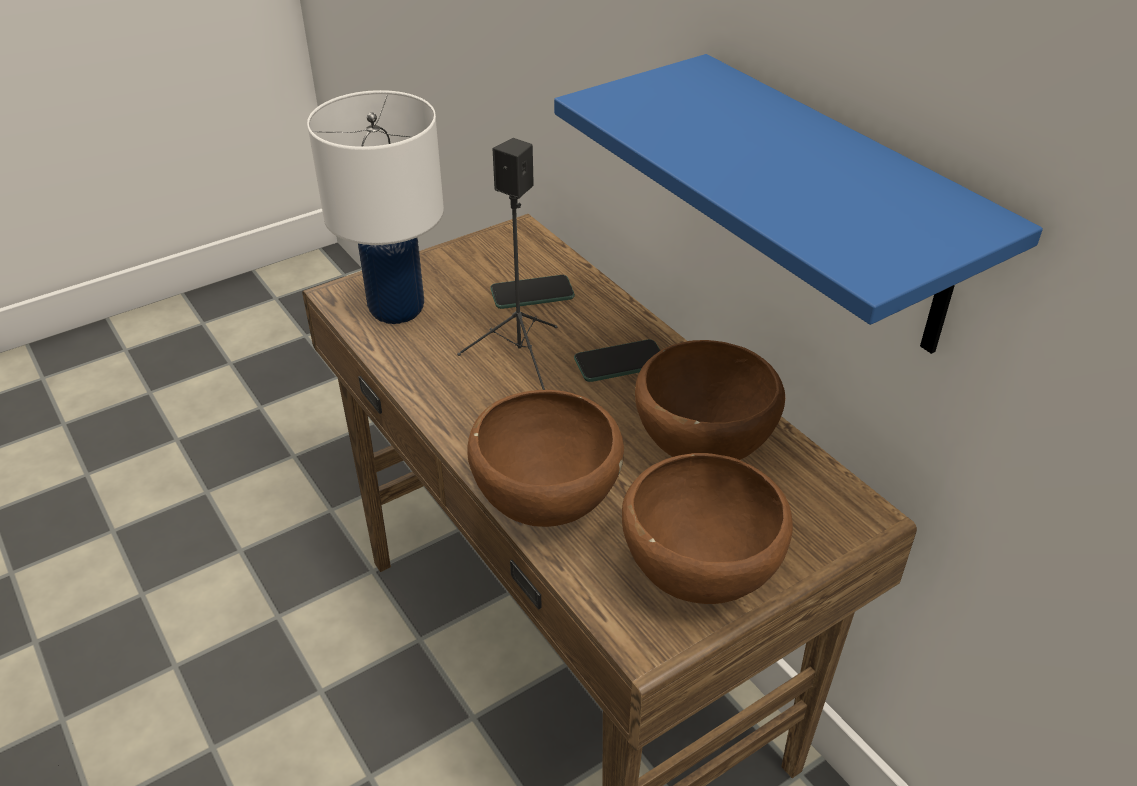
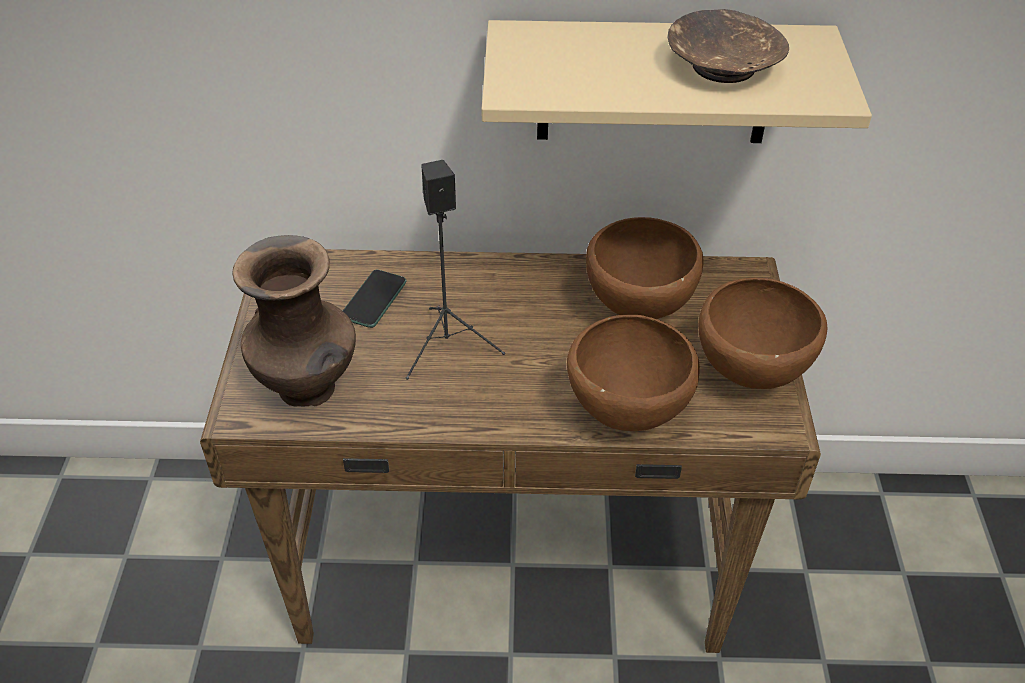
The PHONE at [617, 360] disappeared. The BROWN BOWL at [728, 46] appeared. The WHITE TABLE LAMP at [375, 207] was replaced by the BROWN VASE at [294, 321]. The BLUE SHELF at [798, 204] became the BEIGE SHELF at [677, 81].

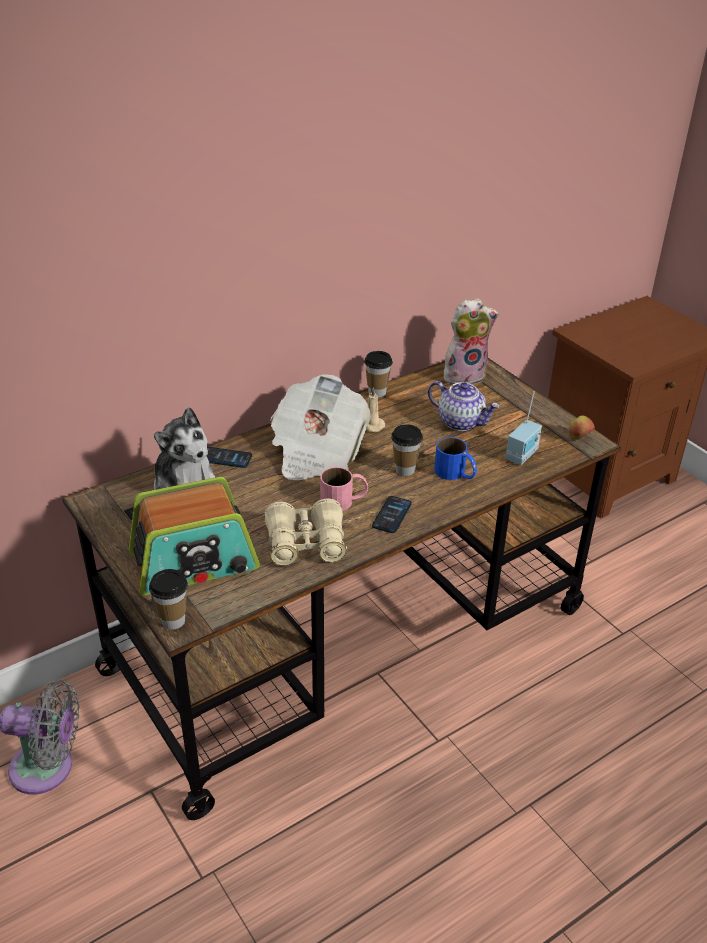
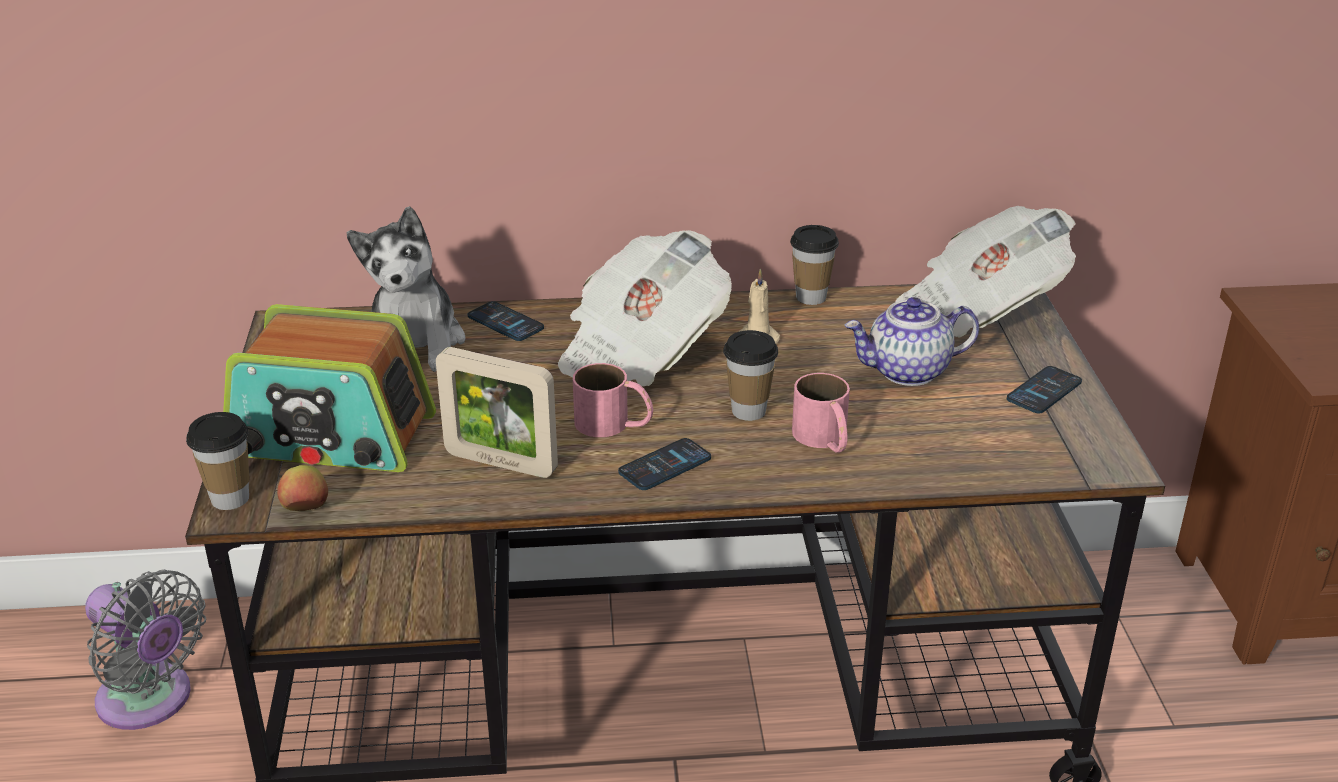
The RADIO at [523, 428] disappeared. The PHONE at [1044, 390] appeared. The APPLE moved from [582, 427] to [302, 488]. The BEIGE BINOCULARS at [305, 532] was replaced by the PICTURE FRAME at [497, 412]. The PLUSH TOY at [471, 341] was replaced by the NEWSPAPER at [985, 272]. The BLUE MUG at [455, 458] became the PINK MUG at [821, 413]. The TEAPOT at [464, 406] turned 105 degrees clockwise.

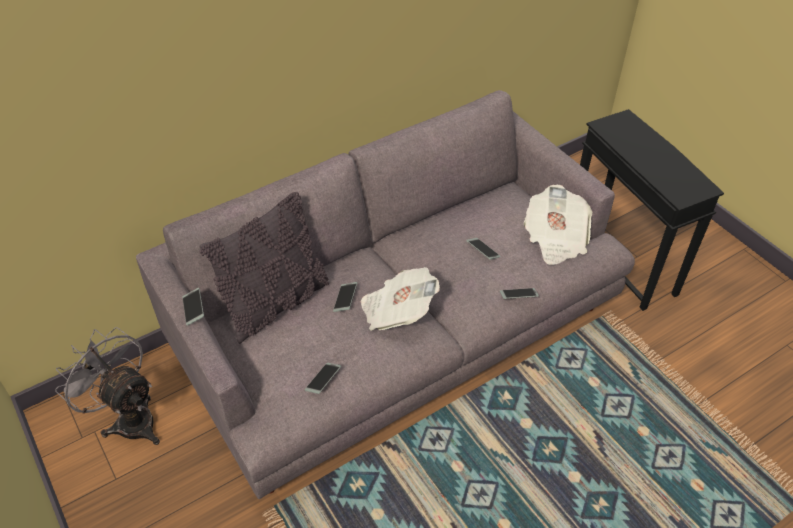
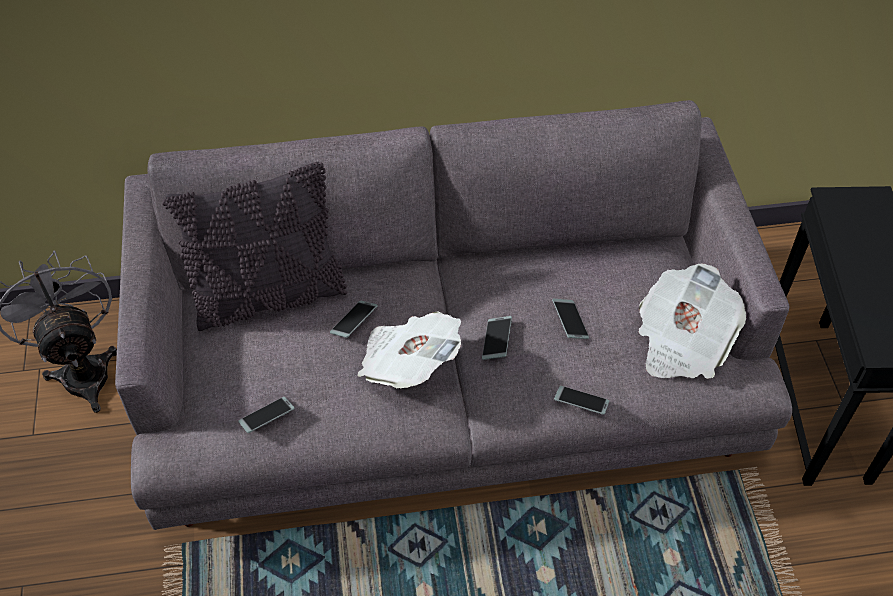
The PHONE moved from [193, 307] to [497, 338].

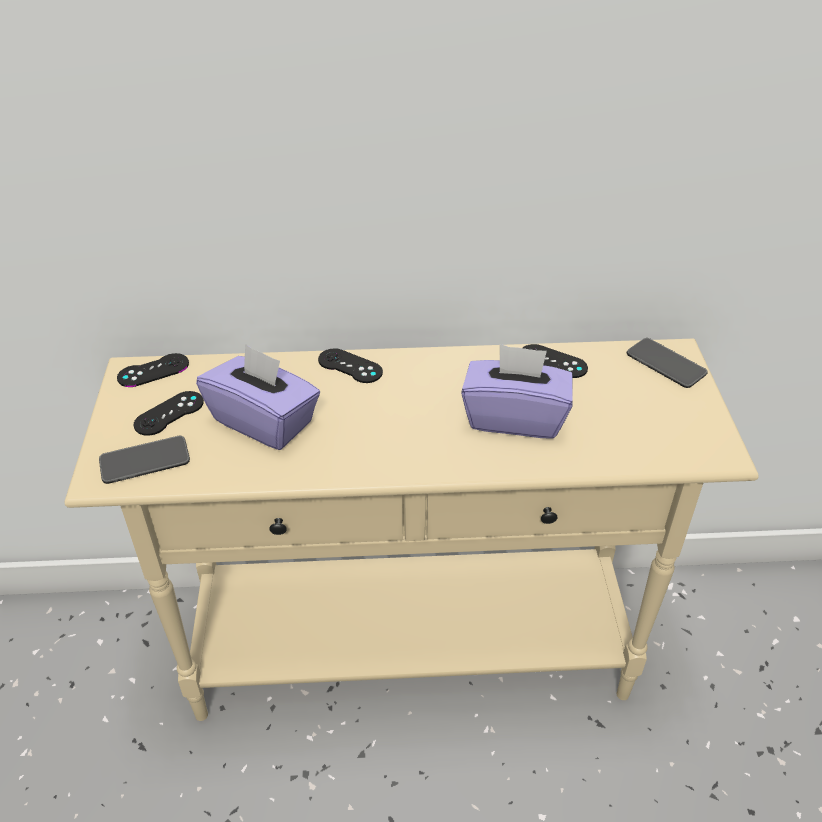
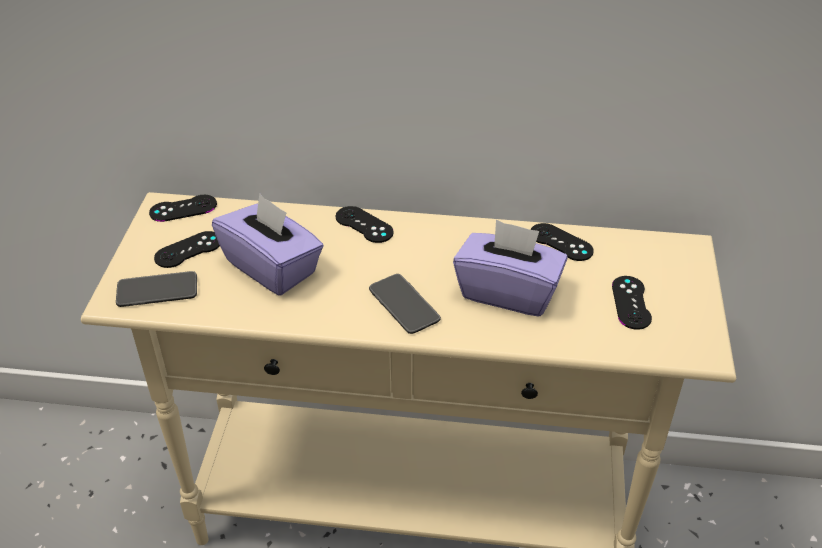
The BLACK GAME CONTROLLER at [632, 303] appeared. The PHONE moved from [667, 363] to [405, 304].

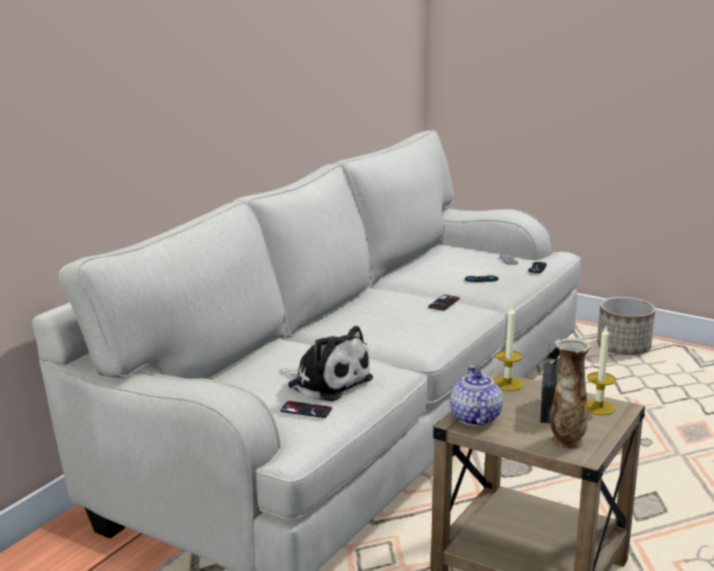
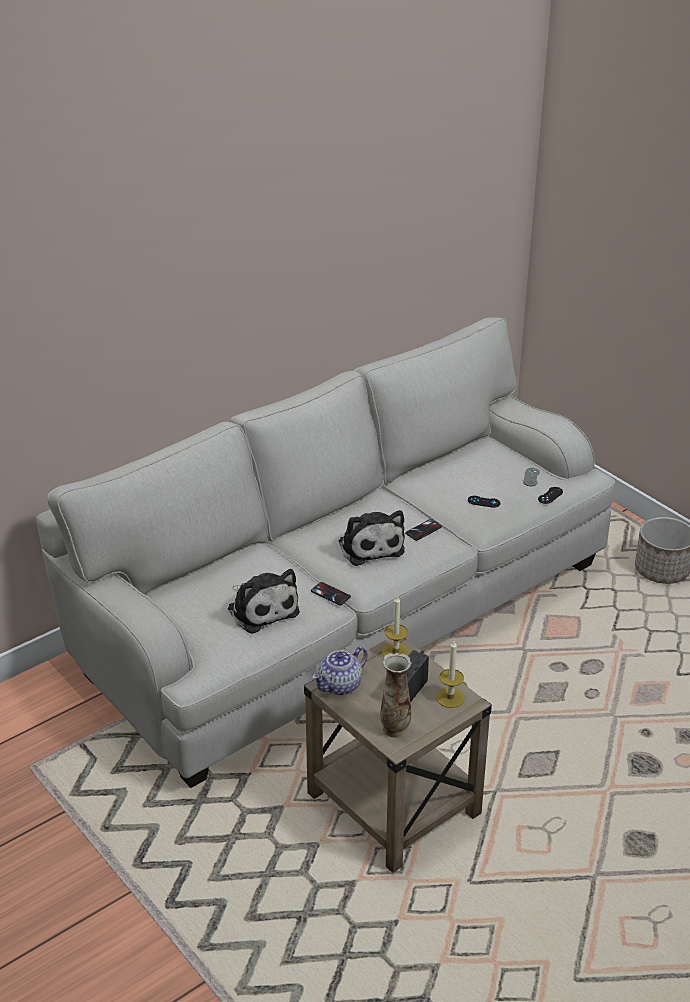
The PLUSH TOY at [372, 538] appeared. The PHONE moved from [306, 409] to [331, 593]. The TEAPOT at [476, 396] turned 150 degrees counterclockwise.

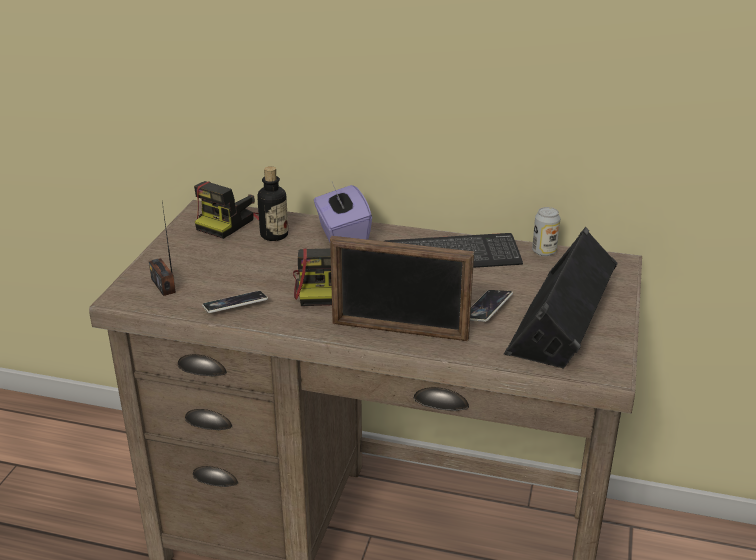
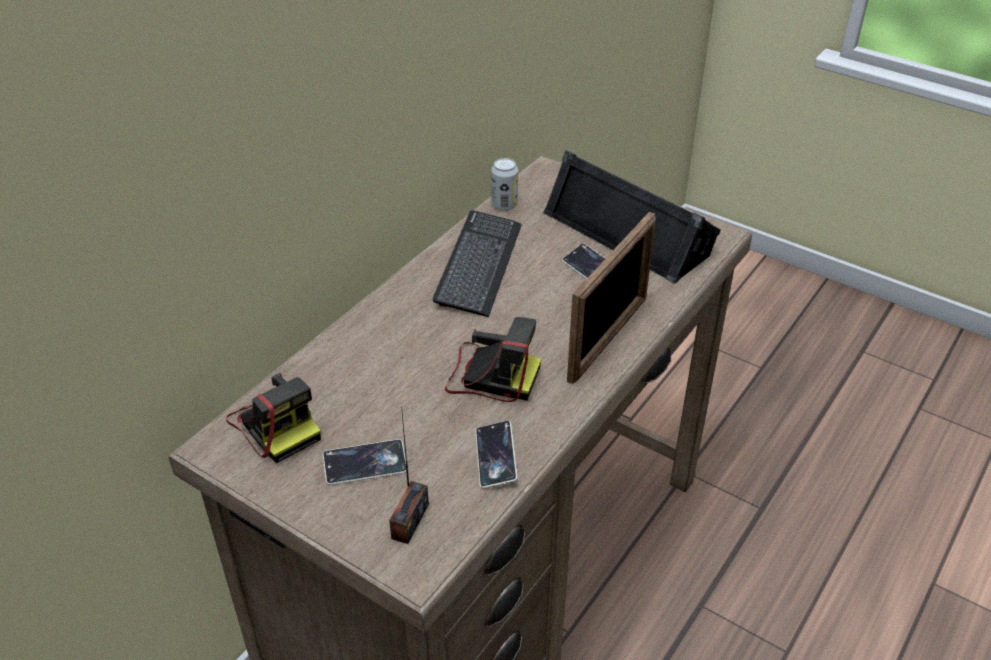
The BOTTLE at [272, 203] disappeared. The PURPLE TISSUE BOX at [343, 212] disappeared. The PHONE at [364, 462] appeared. The RADIO at [162, 249] turned 60 degrees counterclockwise.

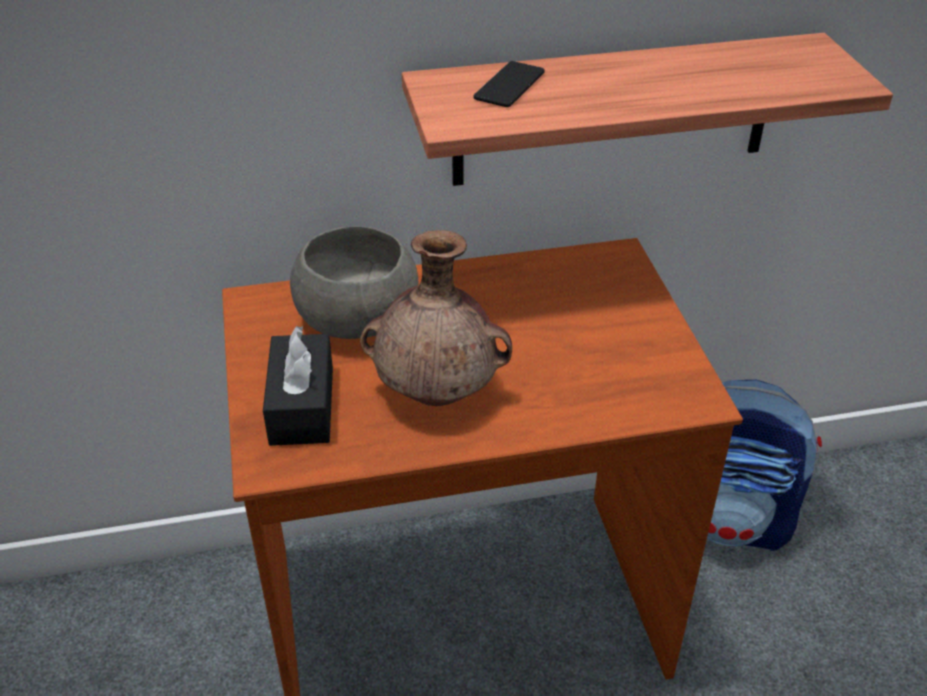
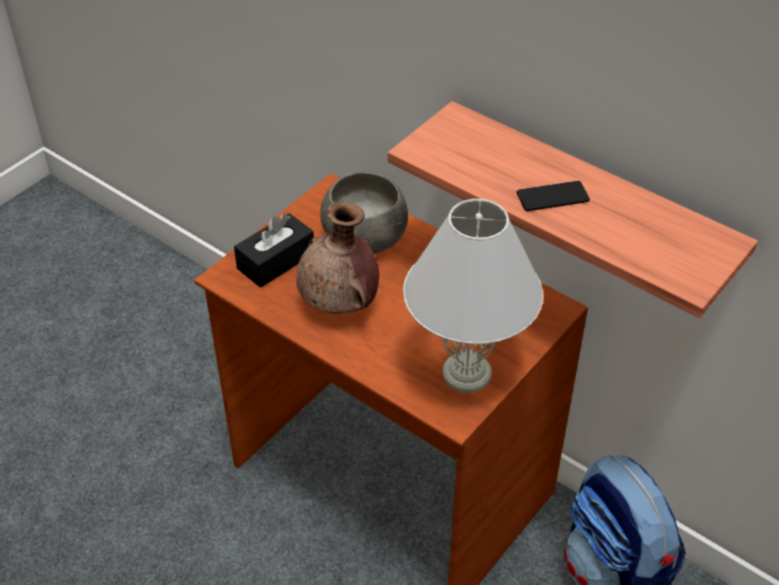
The WHITE TABLE LAMP at [473, 296] appeared. The PHONE moved from [509, 84] to [553, 196].

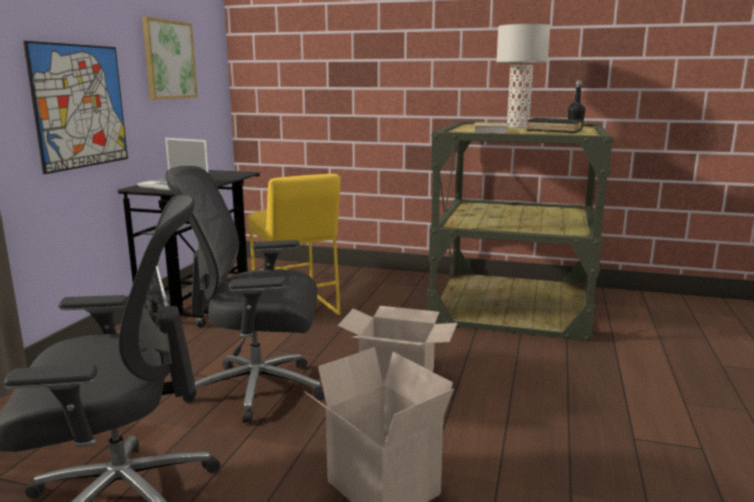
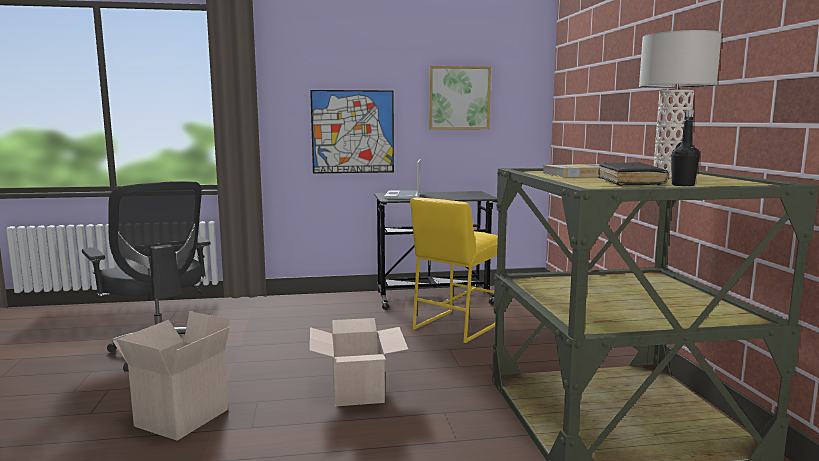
The OFFICE CHAIR at [245, 294] disappeared.

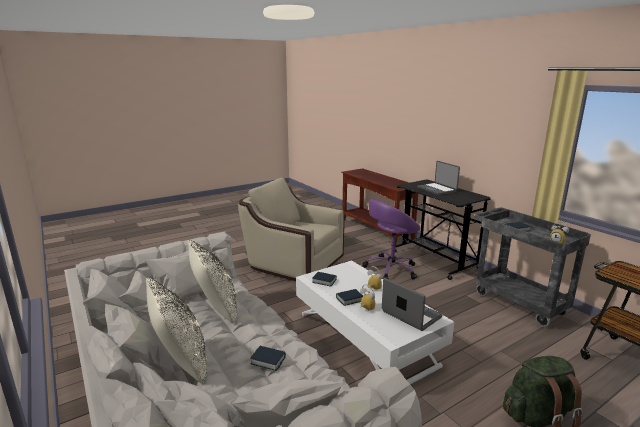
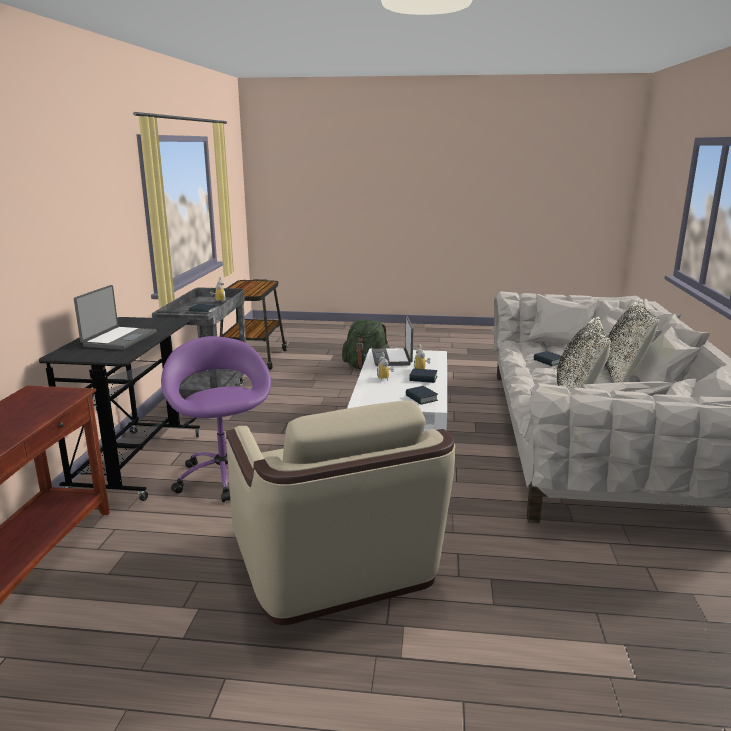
The PURPLE OFFICE CHAIR at [391, 240] turned 120 degrees counterclockwise.

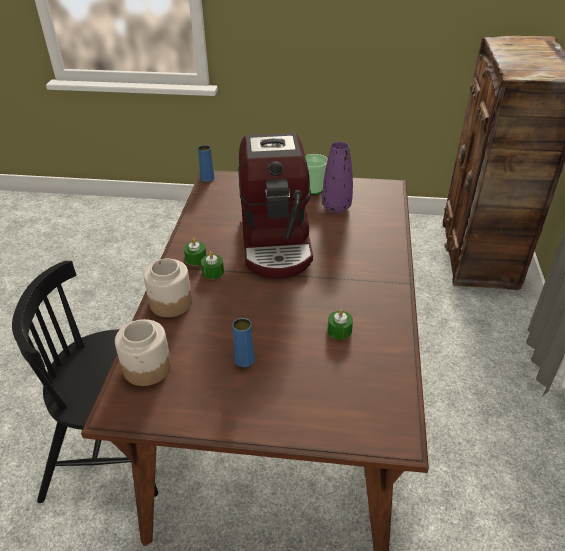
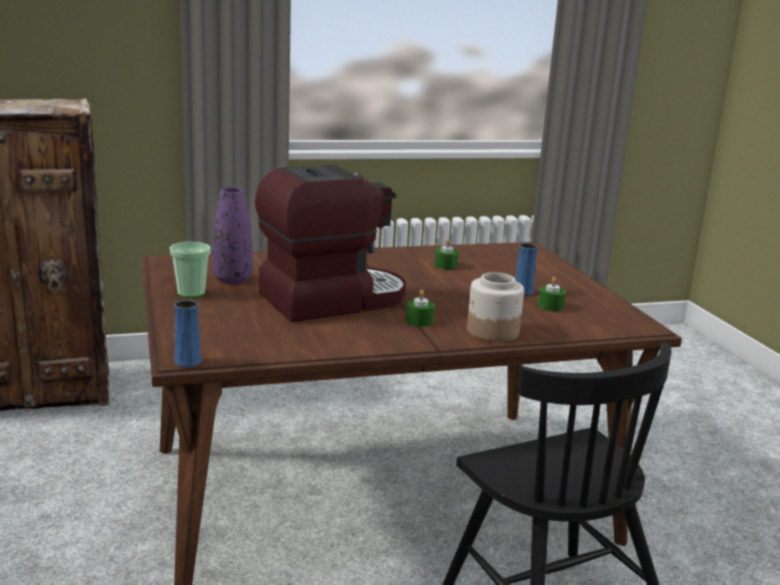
The JAR at [143, 352] disappeared. The GREEN CANDLE moved from [195, 252] to [552, 294].

